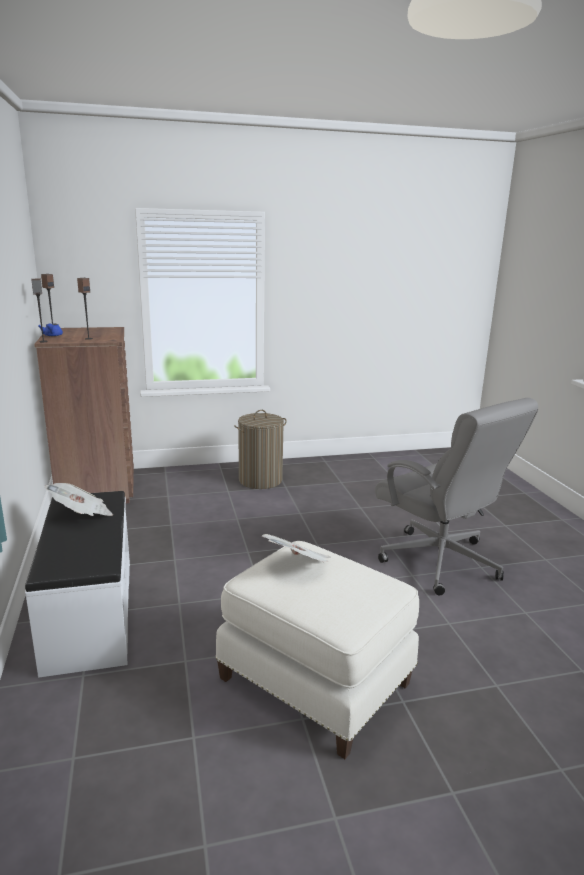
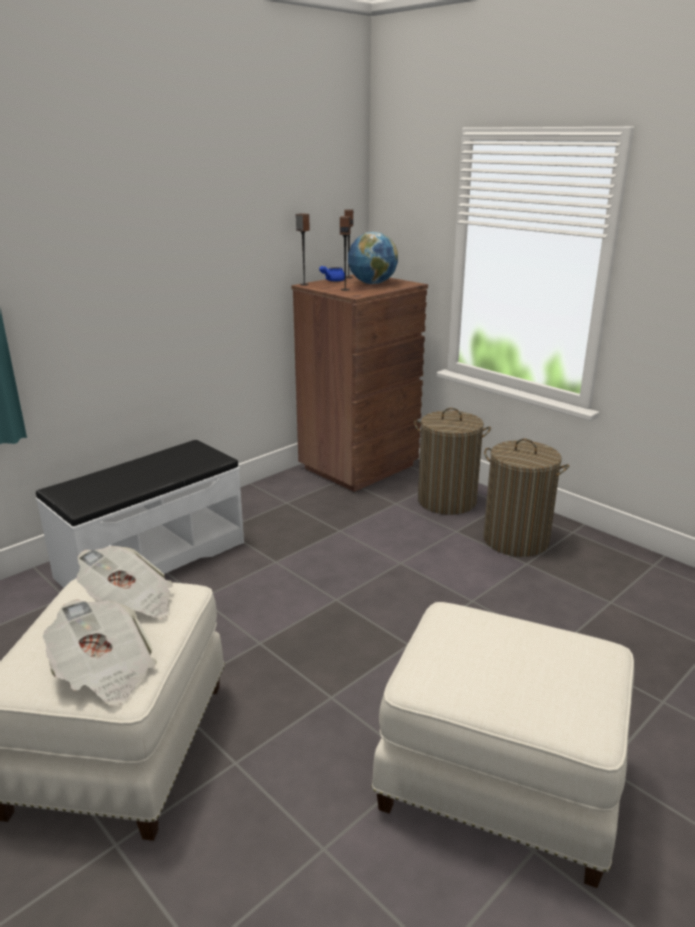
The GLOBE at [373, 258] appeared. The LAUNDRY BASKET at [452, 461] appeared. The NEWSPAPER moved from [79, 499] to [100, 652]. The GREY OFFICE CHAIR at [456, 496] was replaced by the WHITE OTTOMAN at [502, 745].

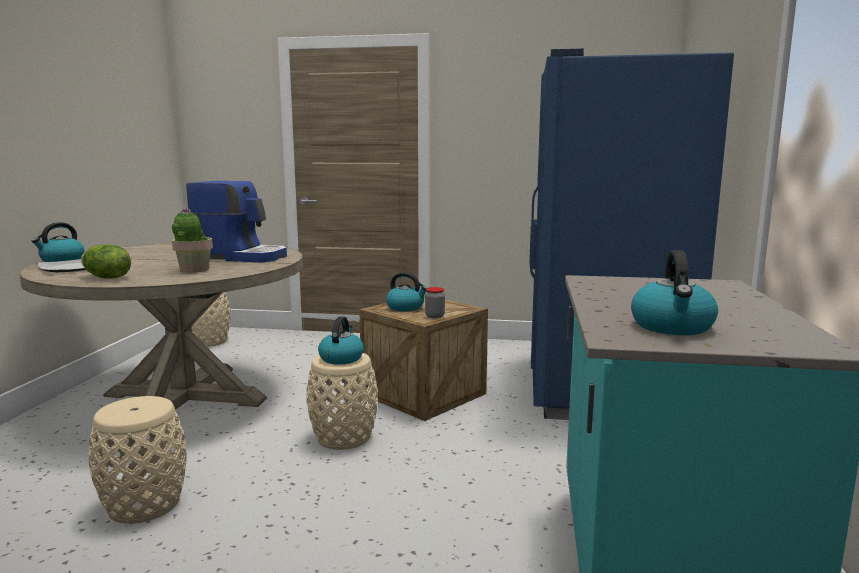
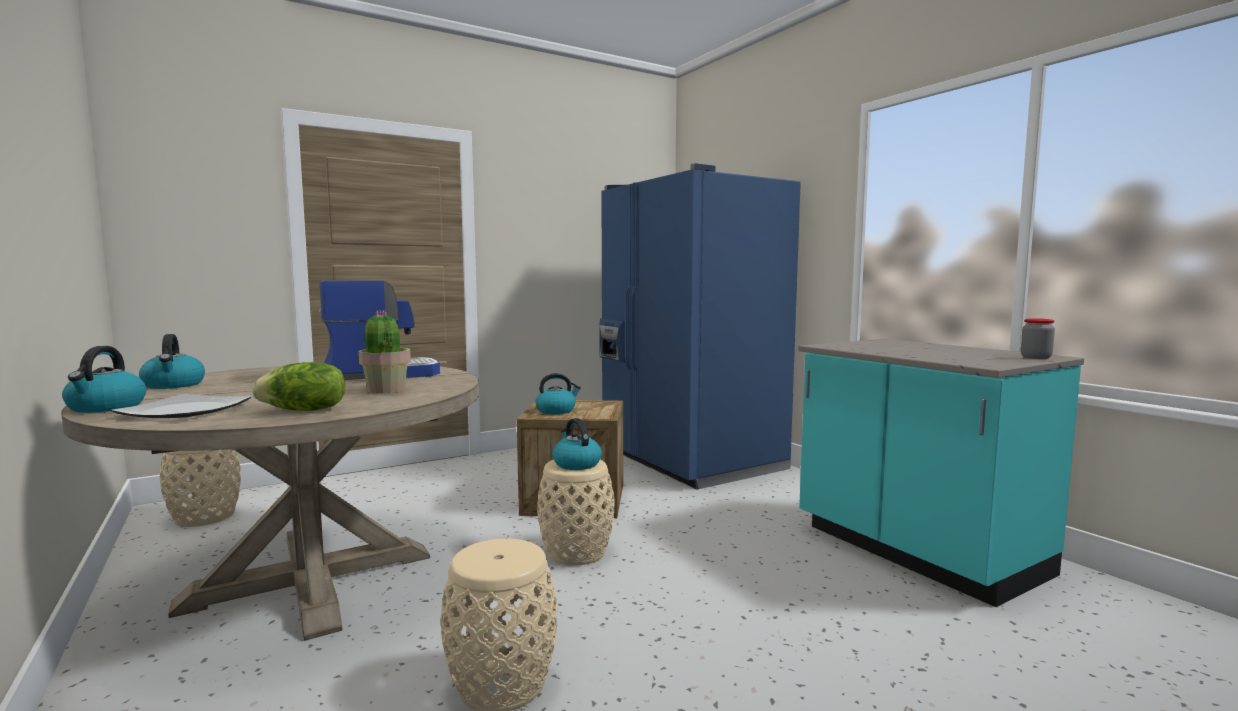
The JAR moved from [435, 302] to [1038, 338]. The KETTLE moved from [674, 292] to [172, 361].

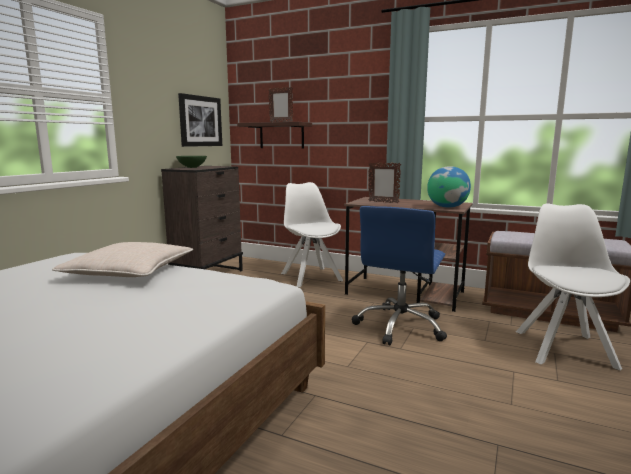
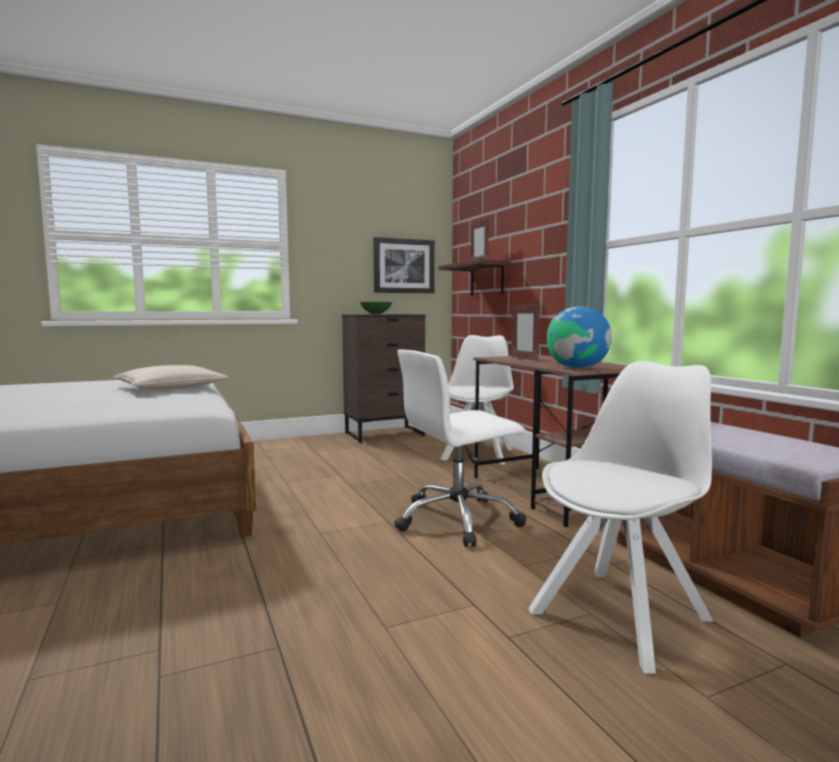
The BLUE OFFICE CHAIR at [399, 275] became the WHITE OFFICE CHAIR at [460, 448].

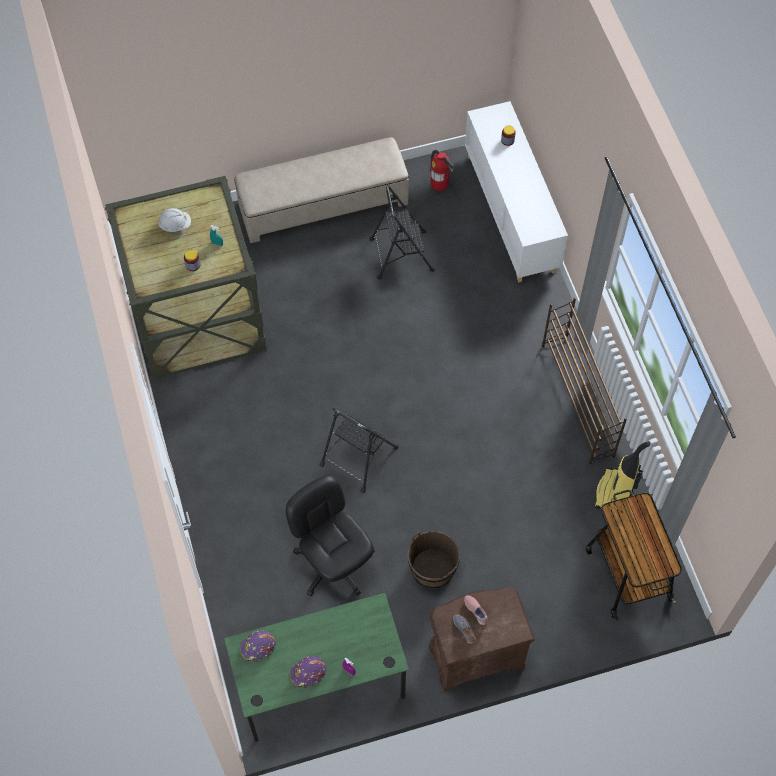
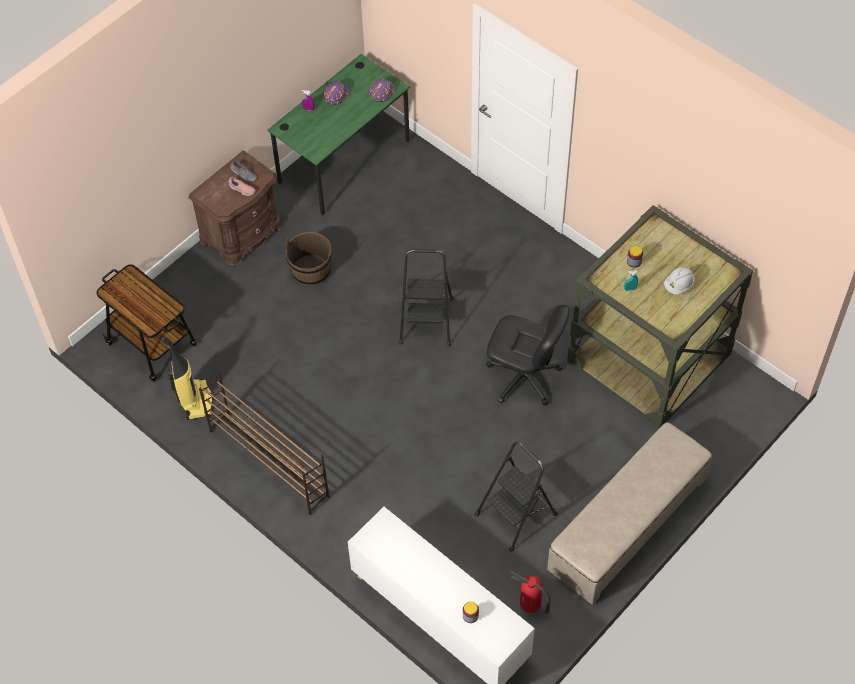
The BLACK OFFICE CHAIR moved from [330, 536] to [528, 355].

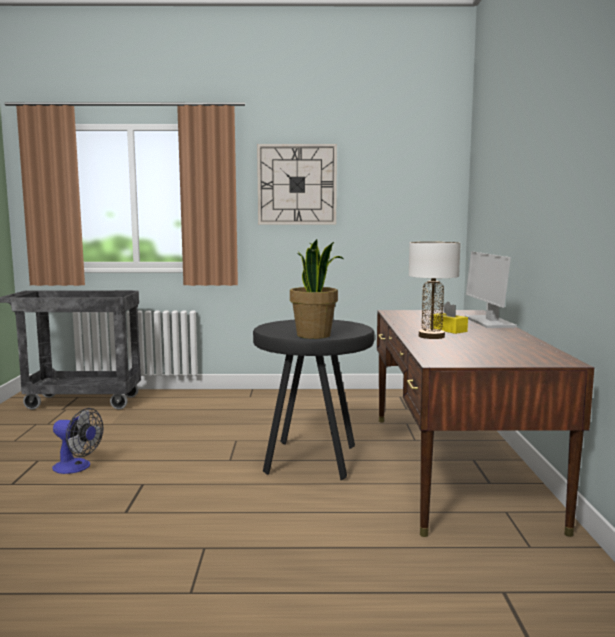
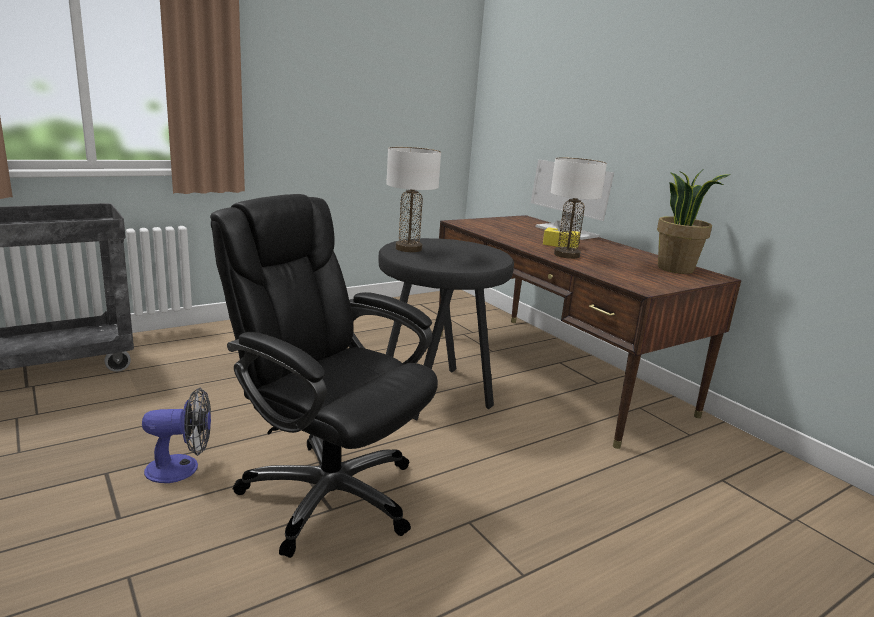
The WALL CLOCK at [297, 184] disappeared. The BLACK OFFICE CHAIR at [324, 376] appeared. The TABLE LAMP at [413, 199] appeared. The POTTED PLANT moved from [317, 289] to [694, 222].

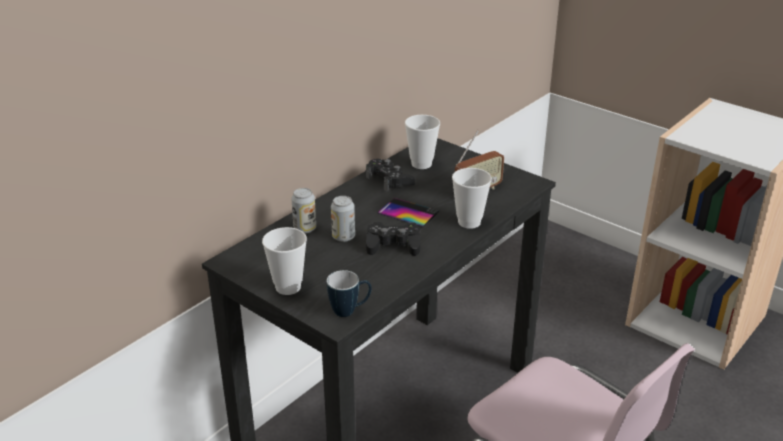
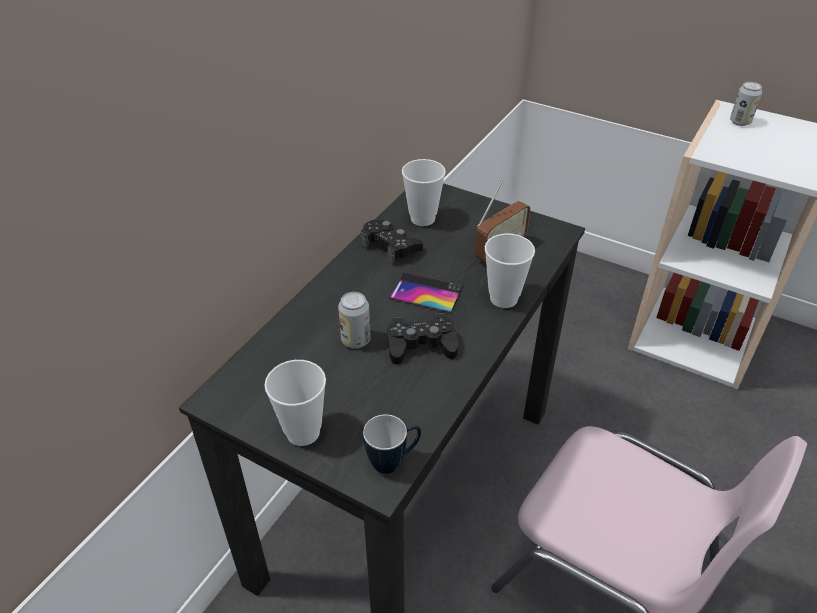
The CAN moved from [303, 210] to [746, 104].

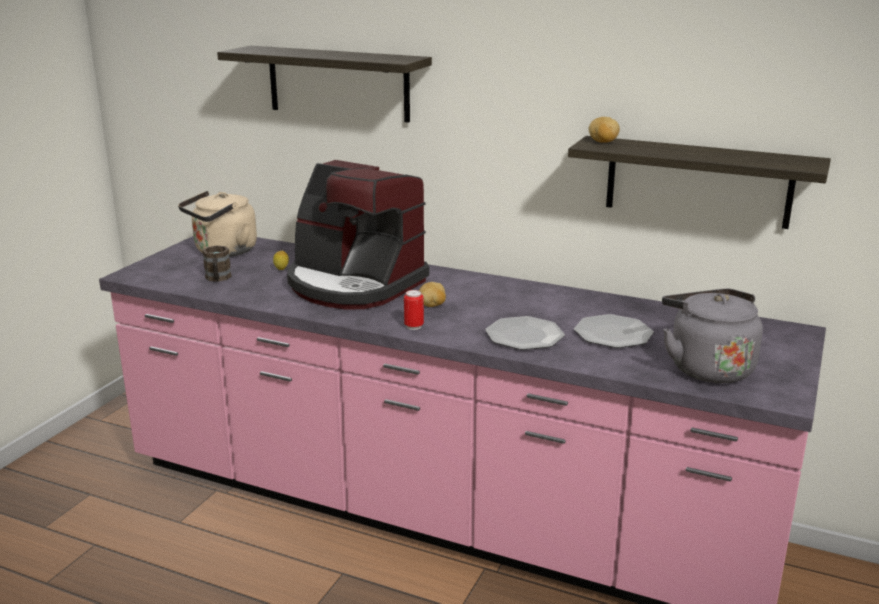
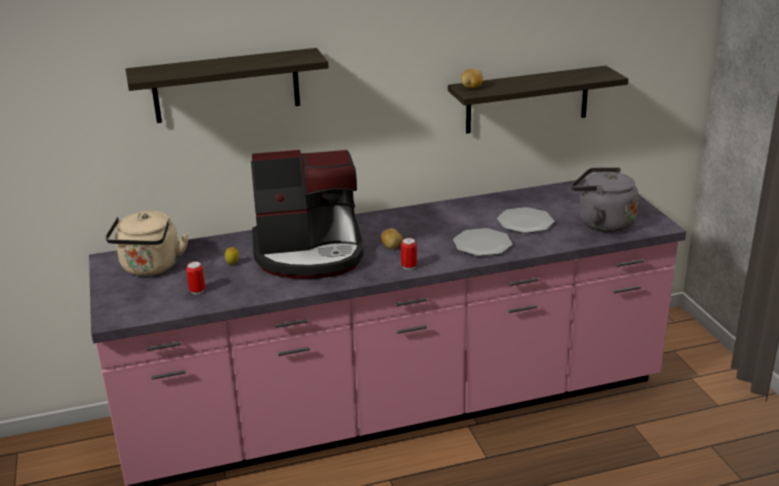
The BROWN MUG at [217, 264] was replaced by the CAN at [195, 277].

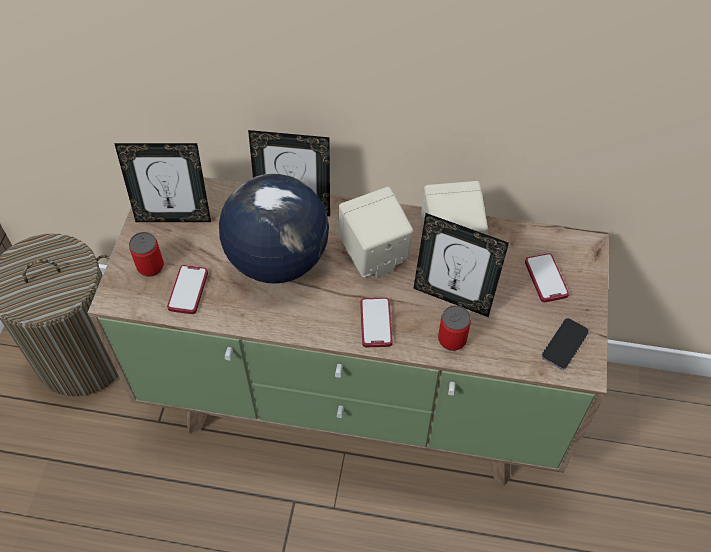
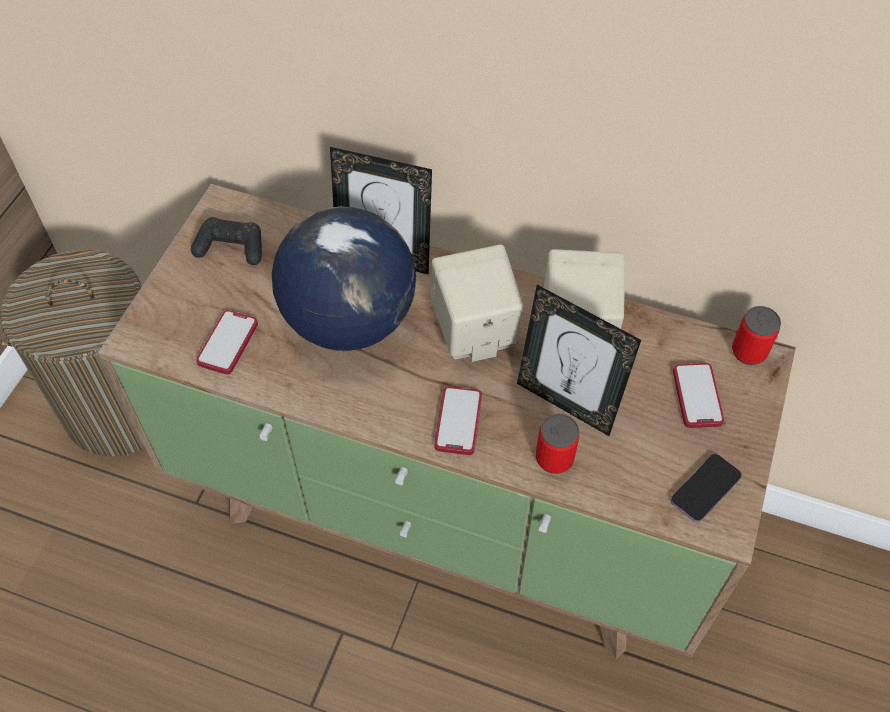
The CAN moved from [146, 254] to [756, 335]. The PICTURE FRAME at [162, 182] was replaced by the BLACK GAME CONTROLLER at [226, 241].

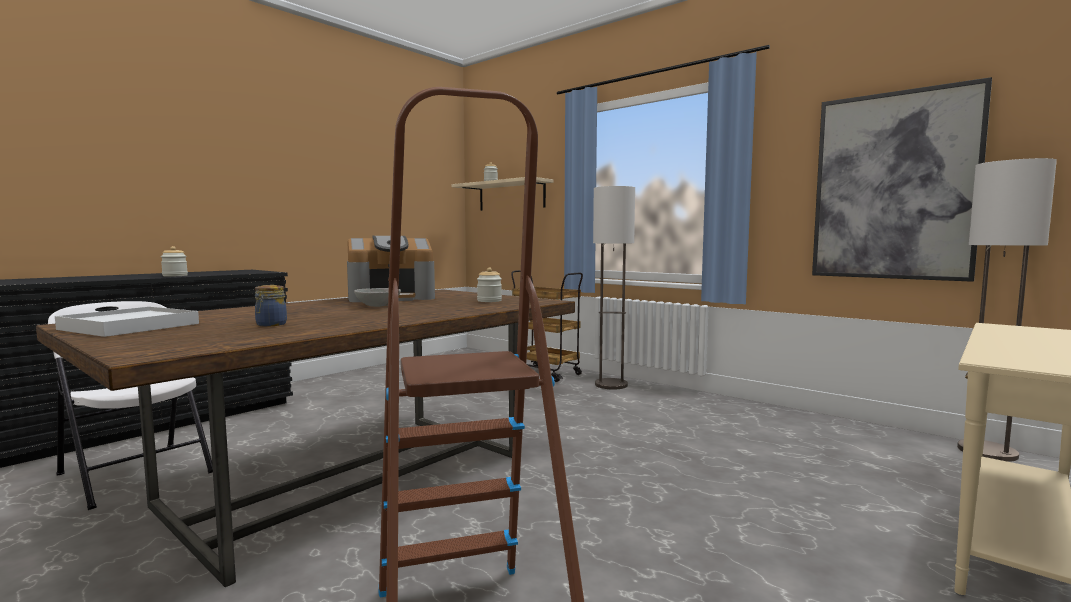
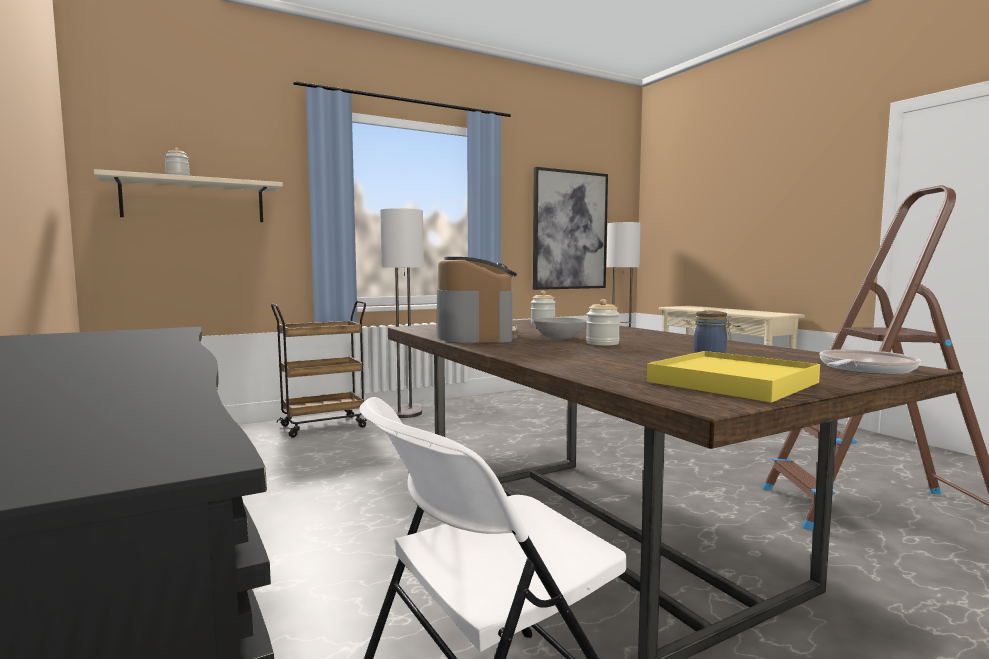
The FRYING PAN at [870, 361] appeared. The JAR moved from [174, 261] to [603, 322]. The WHITE TRAY at [127, 322] became the YELLOW TRAY at [733, 377].

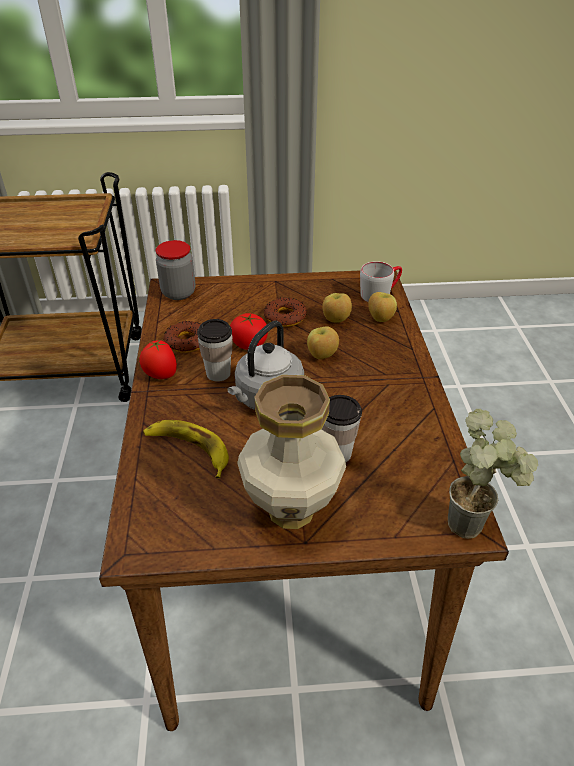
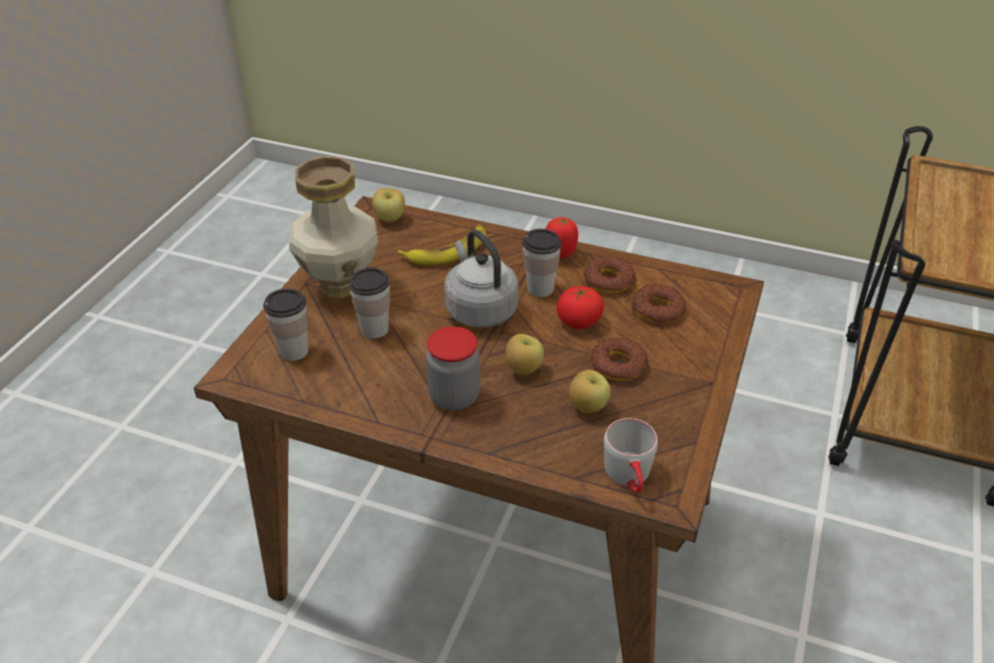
The POTTED PLANT at [493, 474] disappeared. The CUP at [285, 324] appeared. The DONUT at [659, 303] appeared. The JAR moved from [176, 270] to [453, 368]. The APPLE moved from [382, 307] to [388, 205].

